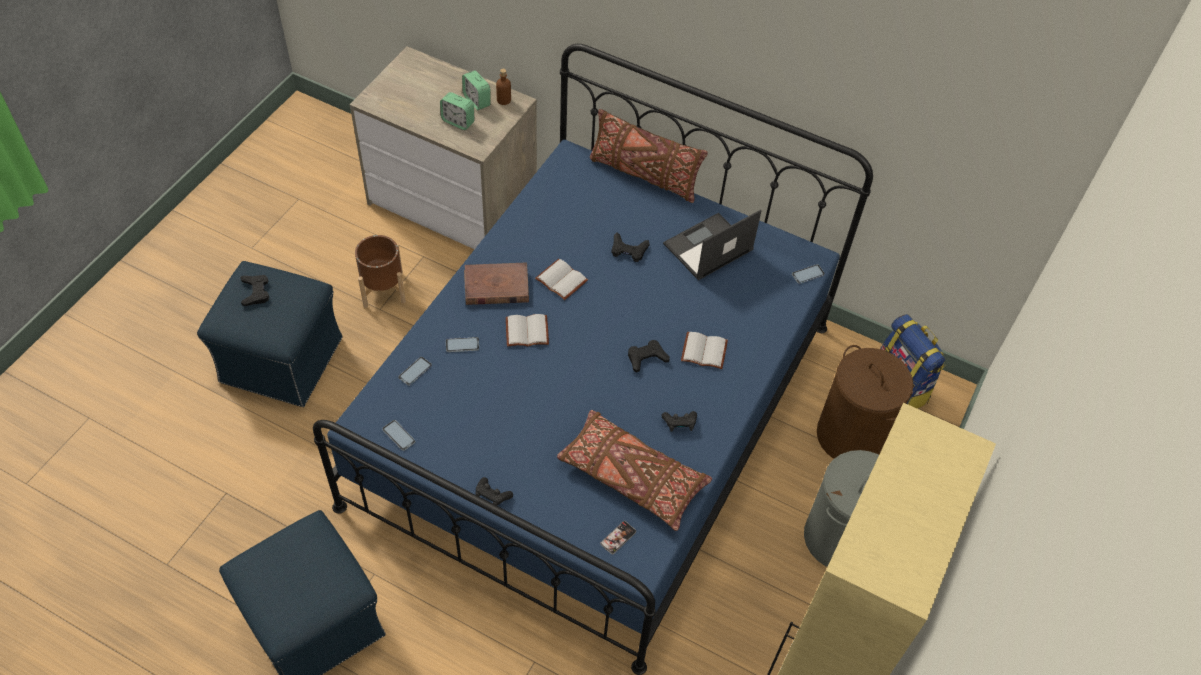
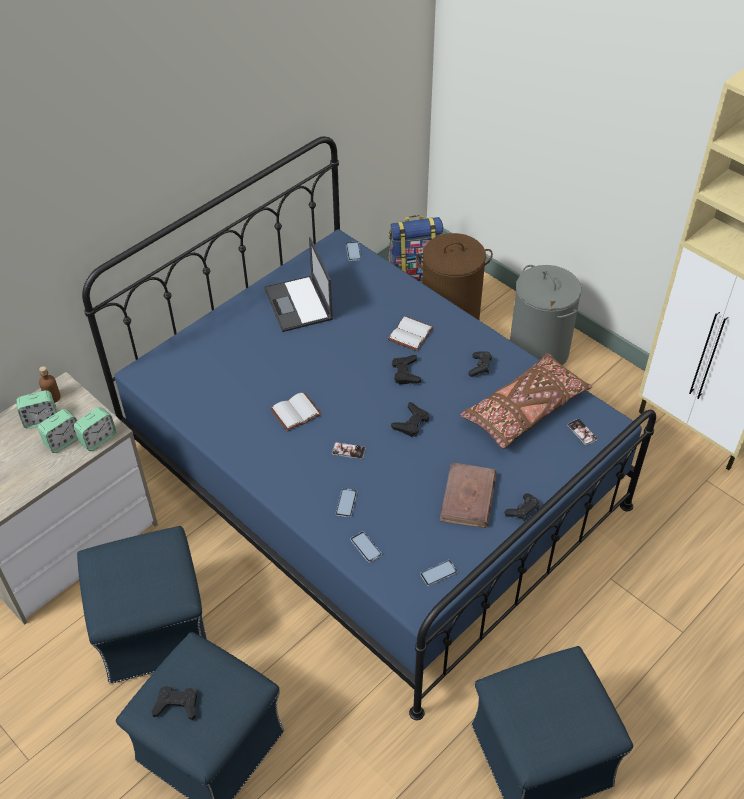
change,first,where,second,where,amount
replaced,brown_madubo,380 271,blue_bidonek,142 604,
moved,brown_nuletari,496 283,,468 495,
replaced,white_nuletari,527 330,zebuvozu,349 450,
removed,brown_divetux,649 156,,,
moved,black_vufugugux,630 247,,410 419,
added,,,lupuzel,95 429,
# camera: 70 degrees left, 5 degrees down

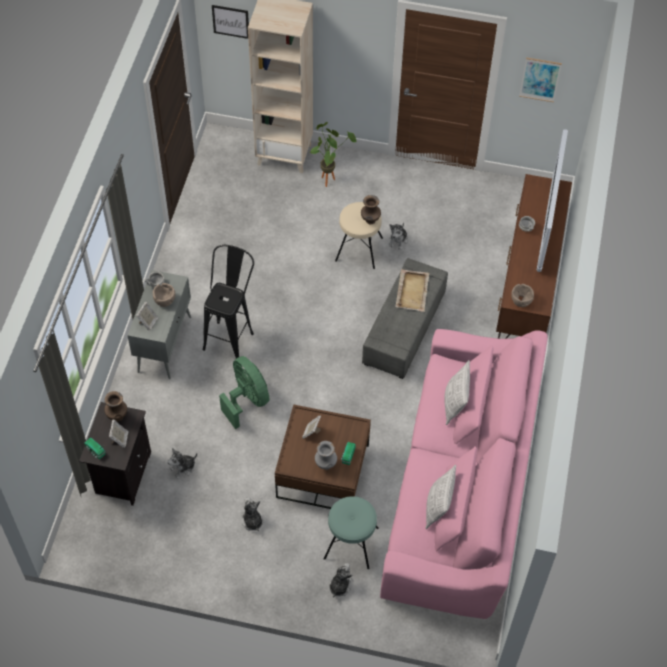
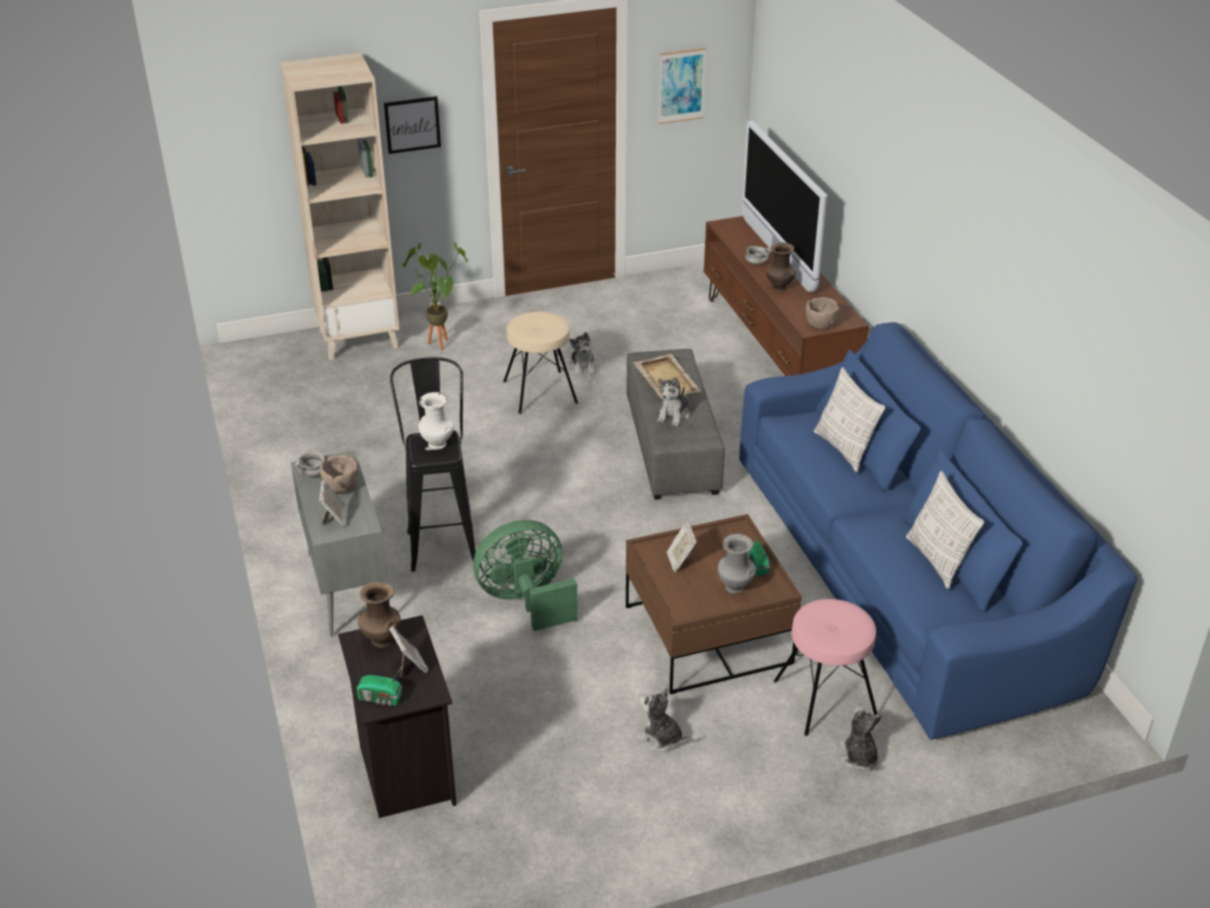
change,first,where,second,where,amount
moved,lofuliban,182 463,,673 401,
moved,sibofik,230 22,,412 125,
turned,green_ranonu,244 392,,525 575,45 degrees counterclockwise
recoloured,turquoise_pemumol,351 532,pink_pemumol,825 667,
moved,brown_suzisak,371 210,,781 266,
recoloured,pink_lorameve,464 474,blue_lorameve,938 531,
added,,,white_suzisak,436 420,
# camera: 30 degrees left, 20 degrees down

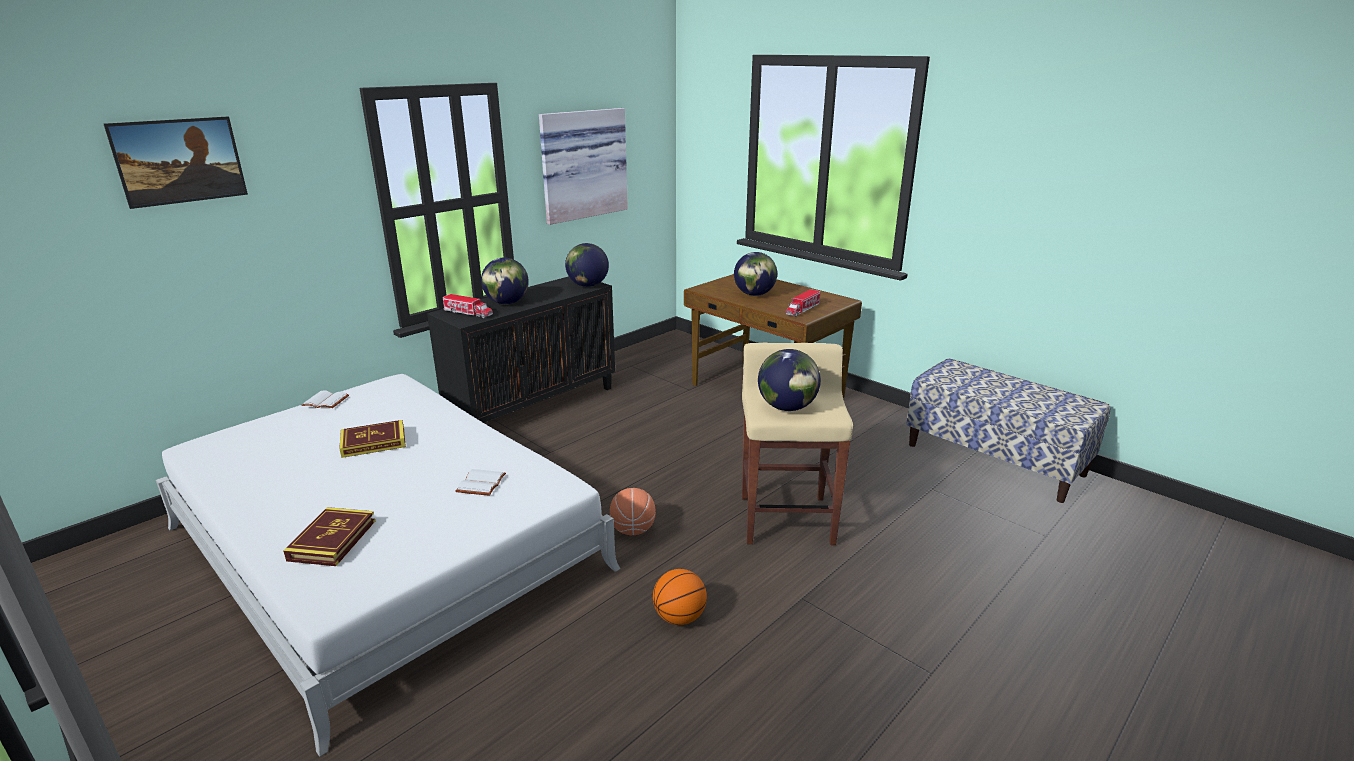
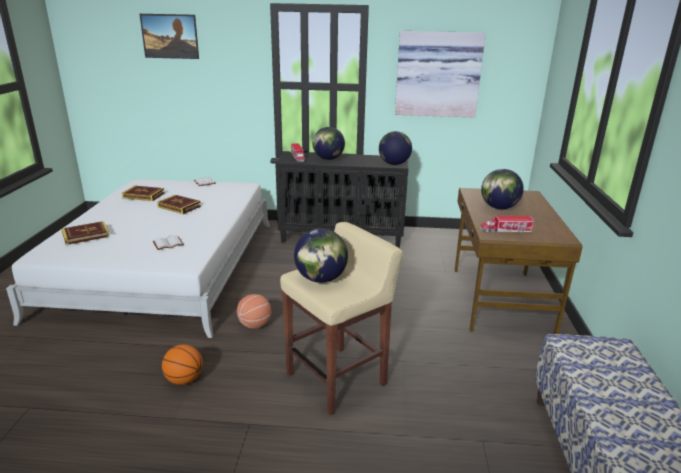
change,first,where,second,where,amount
added,,,nuletari,143 193,
# camera: 50 degrees right, 0 degrees up

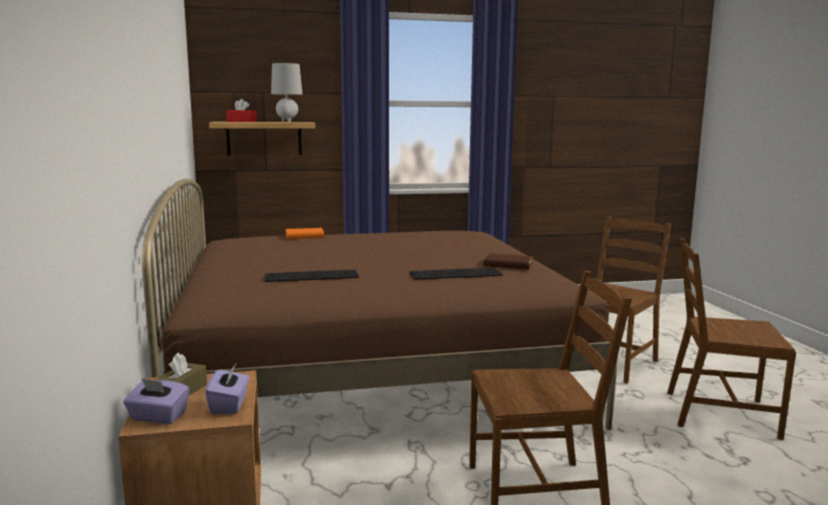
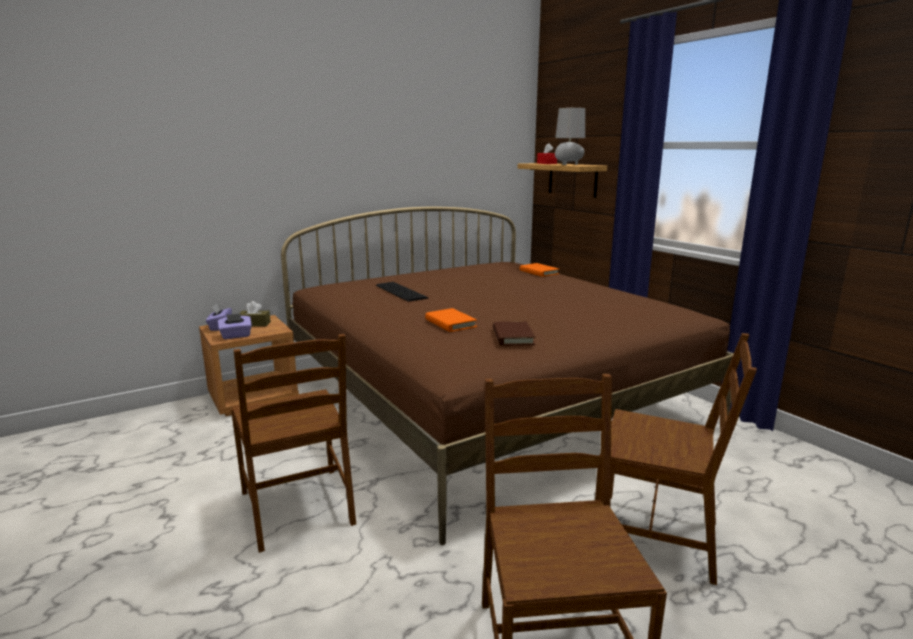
change,first,where,second,where,amount
replaced,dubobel,456 274,orange_nuletari,451 320,
# camera: 70 degrees right, 5 degrees up

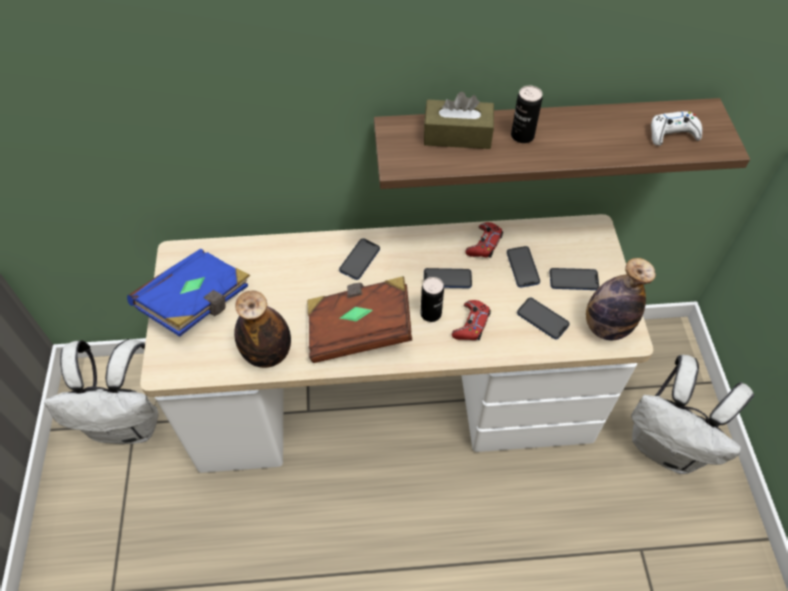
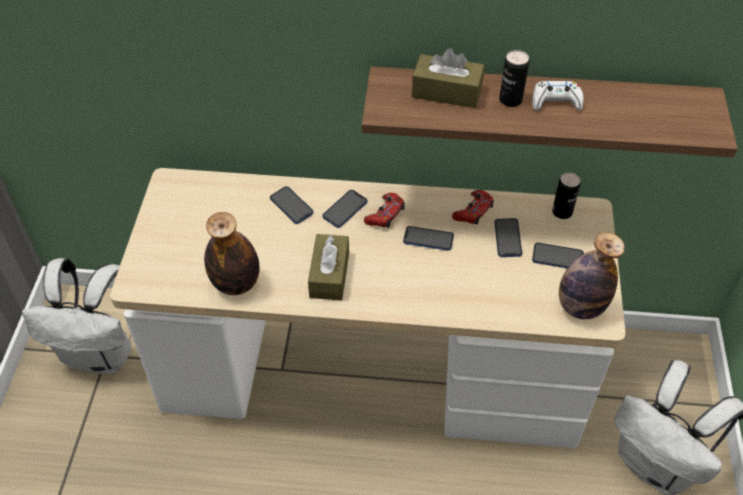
change,first,where,second,where,amount
removed,blue_nuletari,188 293,,,
replaced,brown_nuletari,359 319,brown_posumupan,328 267,
moved,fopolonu,432 299,,566 195,
moved,red_vufugugux,471 320,,384 210,
moved,zebuvozu,543 318,,292 205,
moved,white_vufugugux,676 128,,558 96,
# camera: 10 degrees right, 5 degrees down

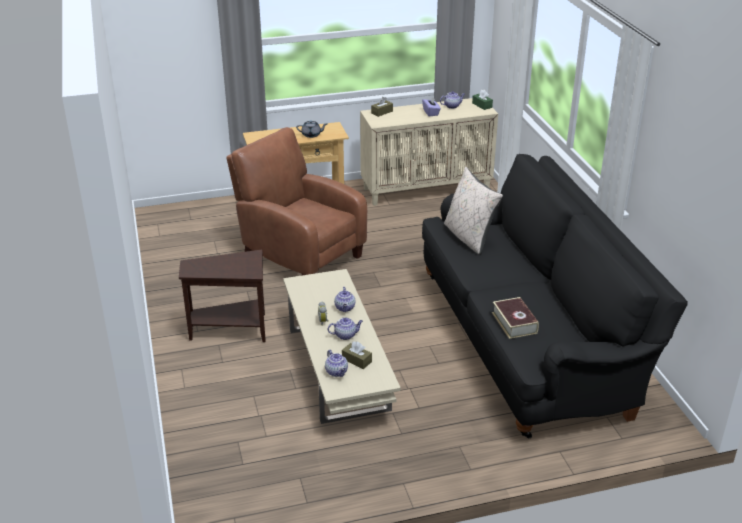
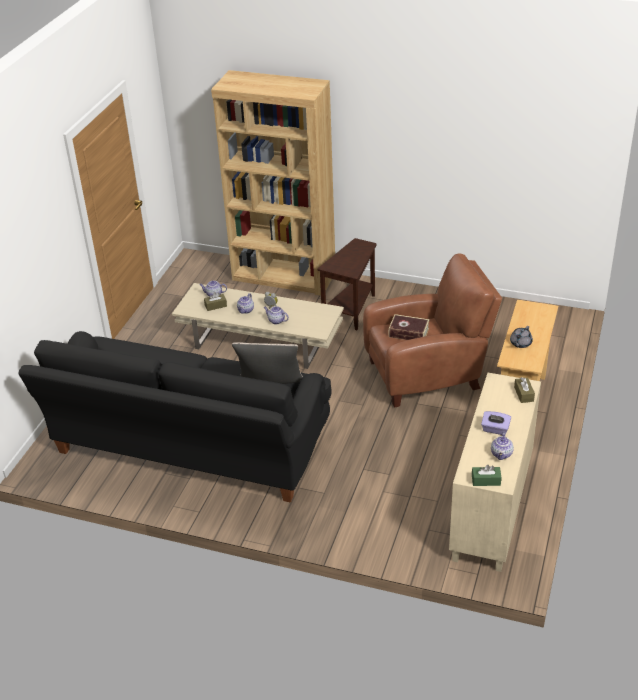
change,first,where,second,where,amount
moved,nuletari,515 318,,409 327,
added,,,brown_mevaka,273 183,
# camera: 125 degrees right, 5 degrees up

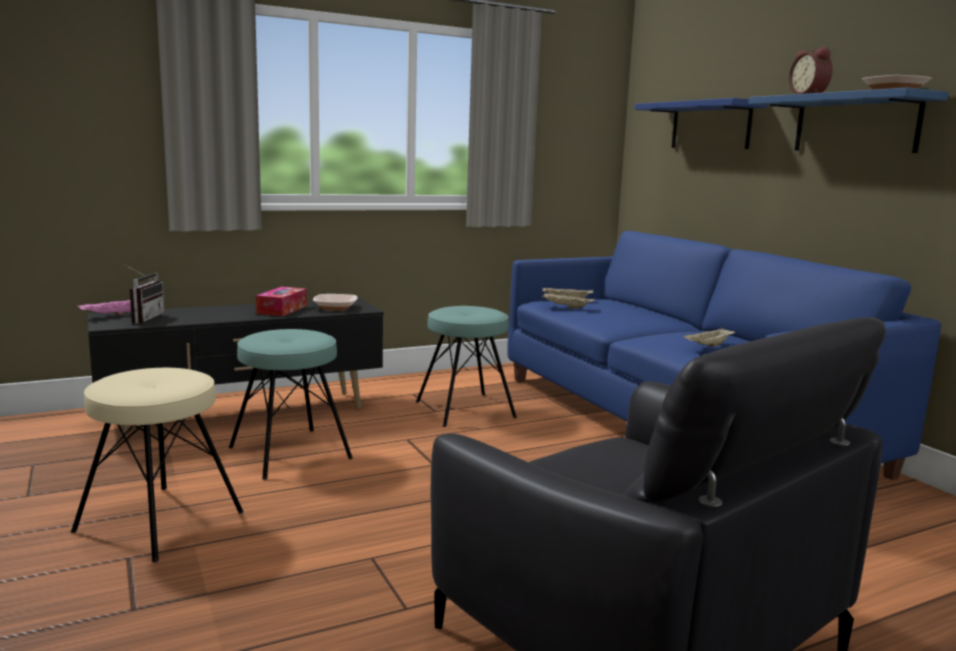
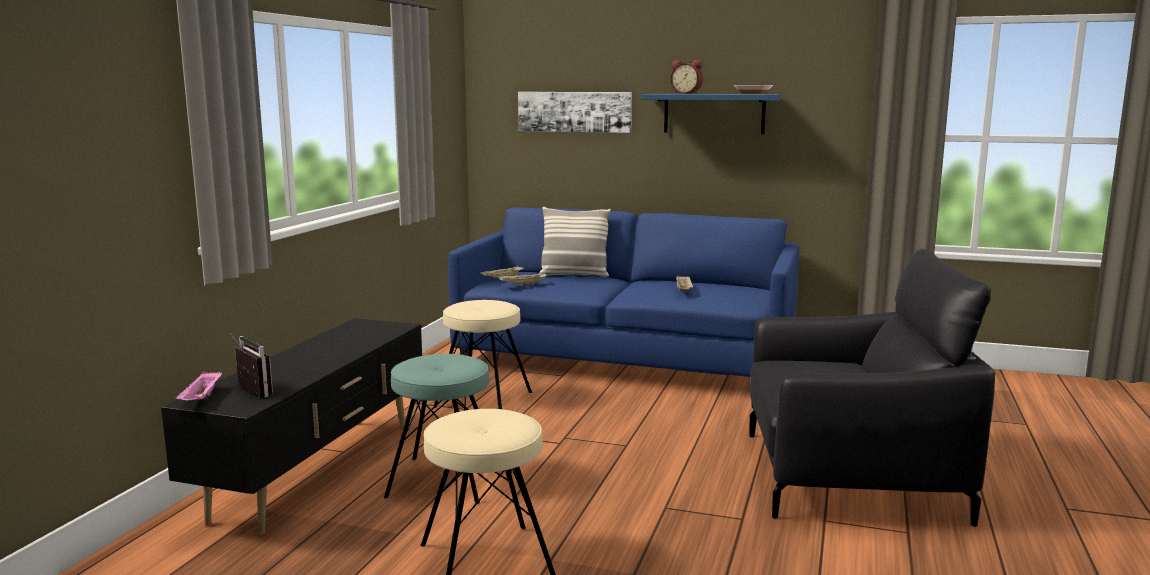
change,first,where,second,where,amount
removed,posumupan,281 301,,,
removed,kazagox,335 302,,,
recoloured,turquoise_pemumol,466 366,beige_pemumol,482 354,
replaced,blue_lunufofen,701 123,sibofik,575 112,
added,,,divetux,575 242,
# camera: 45 degrees left, 0 degrees up

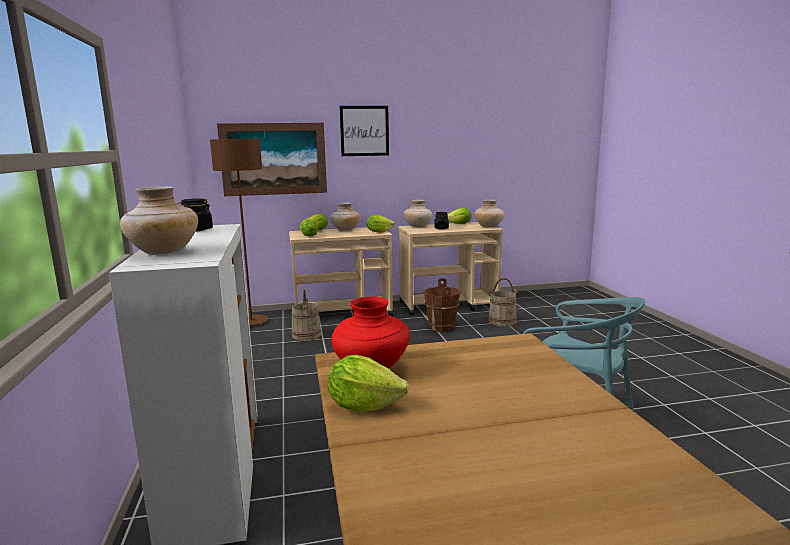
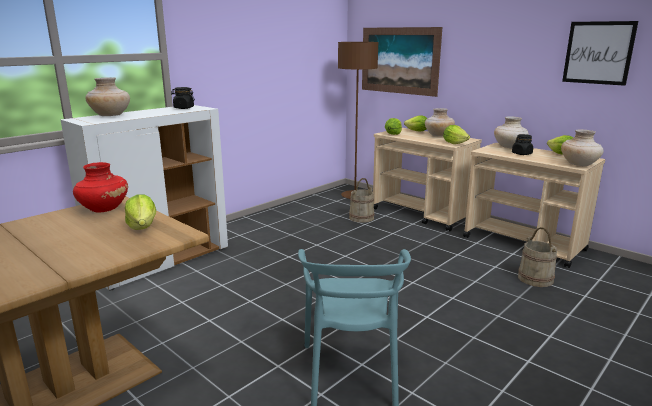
change,first,where,second,where,amount
moved,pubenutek,368 383,,140 212,
moved,sibofik,364 131,,600 53,
removed,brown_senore,442 305,,,
# camera: 55 degrees right, 5 degrees up

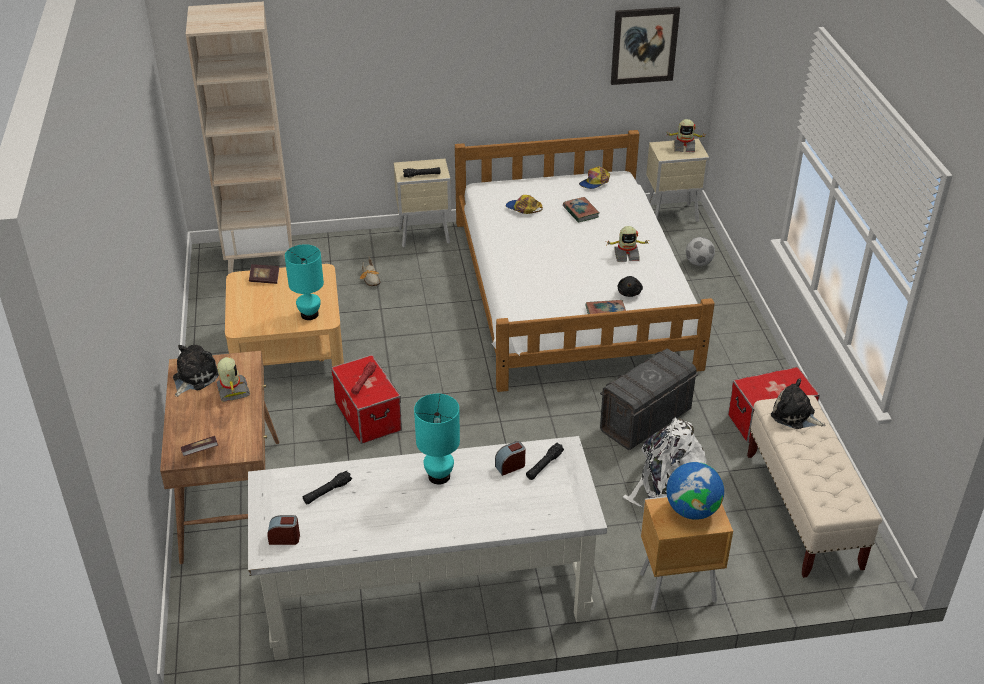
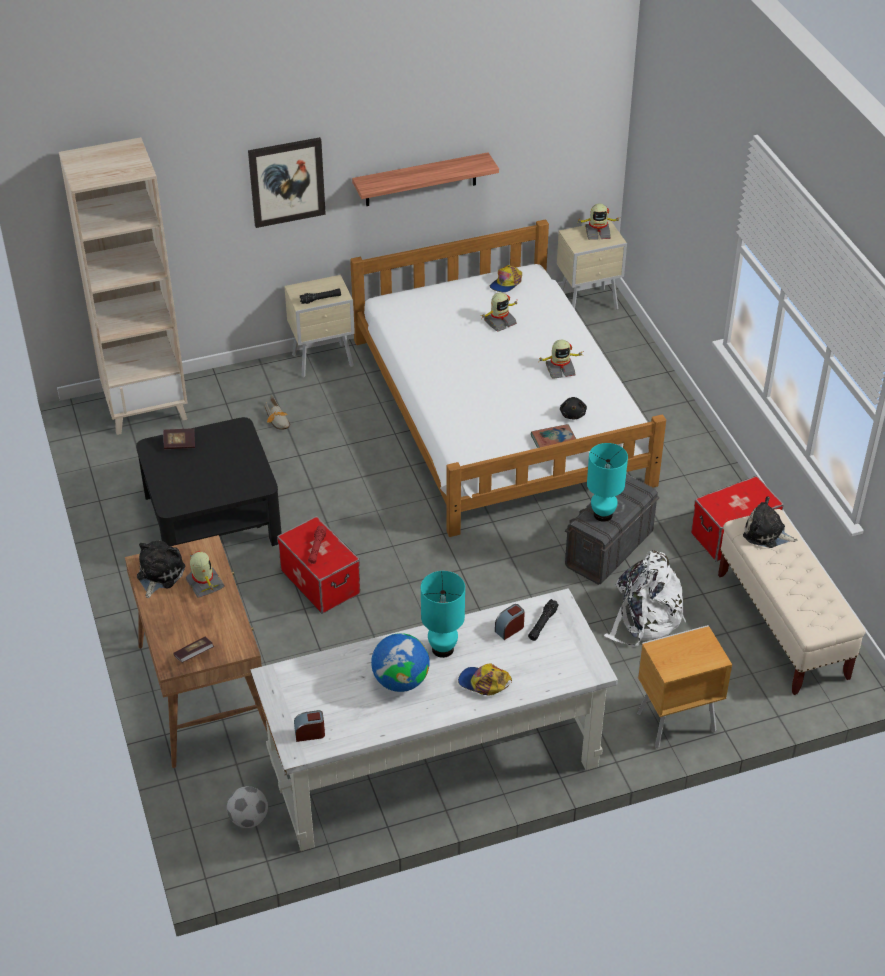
change,first,where,second,where,amount
recoloured,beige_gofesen,284 315,black_gofesen,209 481,
moved,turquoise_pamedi,304 282,,607 482,
removed,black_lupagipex,327 487,,,
moved,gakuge,524 204,,485 679,
replaced,nuletari,581 210,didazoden,500 312,
moved,sibofik,645 46,,287 182,
moved,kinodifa,695 491,,400 662,
moved,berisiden,700 251,,247 807,
added,,,lunufofen,425 179,
# camera: 10 degrees left, 5 degrees up

